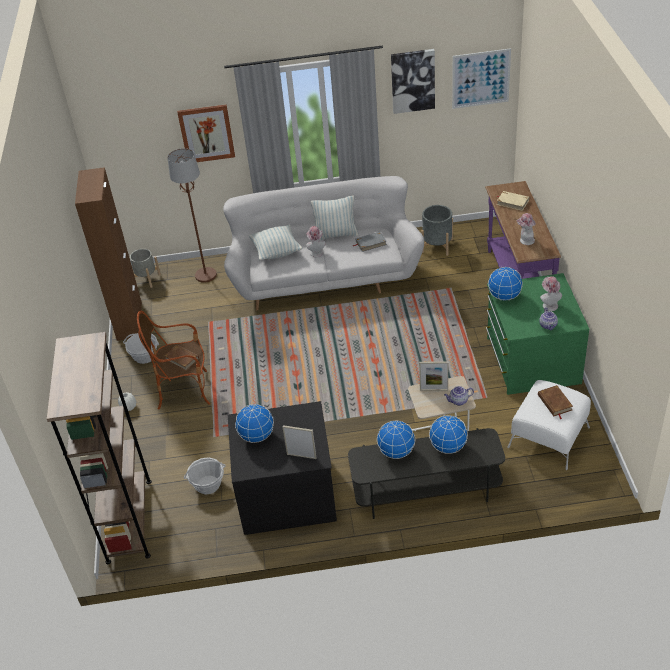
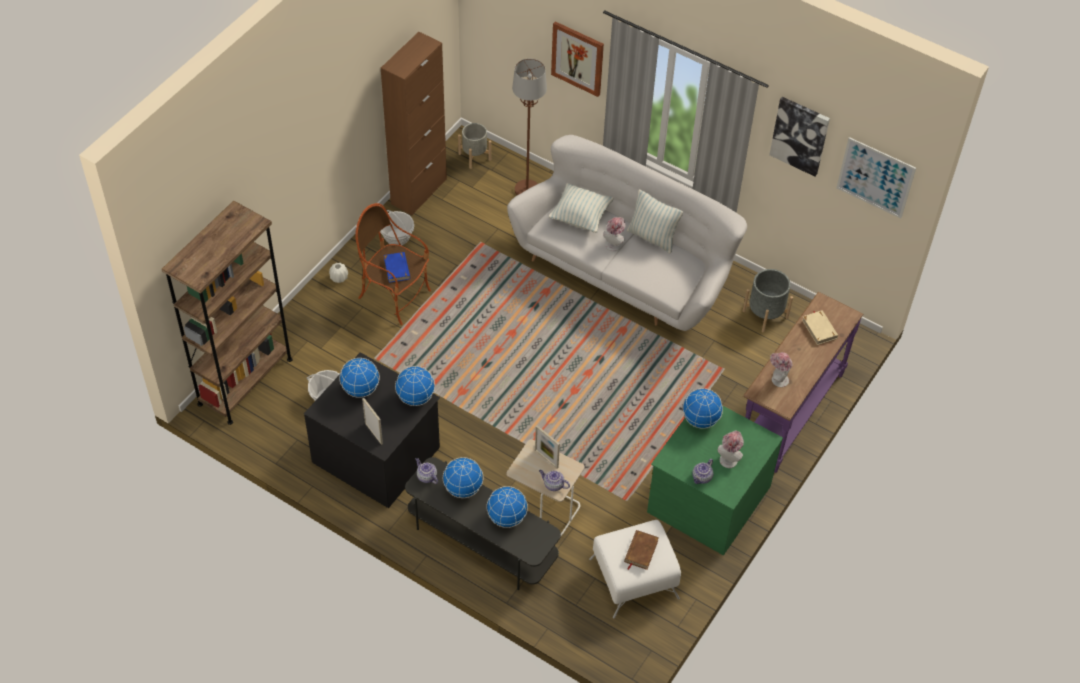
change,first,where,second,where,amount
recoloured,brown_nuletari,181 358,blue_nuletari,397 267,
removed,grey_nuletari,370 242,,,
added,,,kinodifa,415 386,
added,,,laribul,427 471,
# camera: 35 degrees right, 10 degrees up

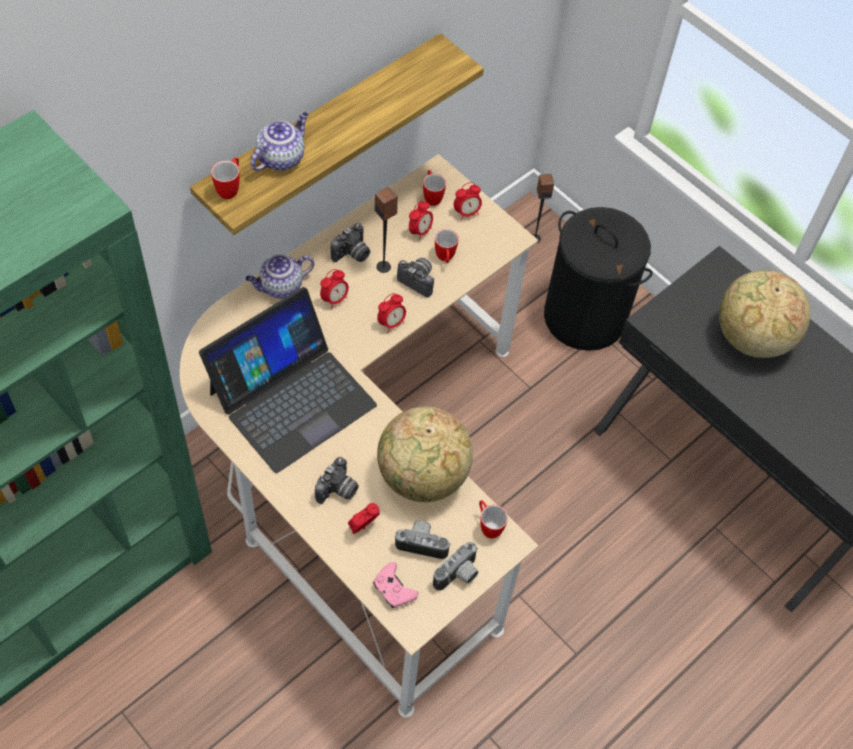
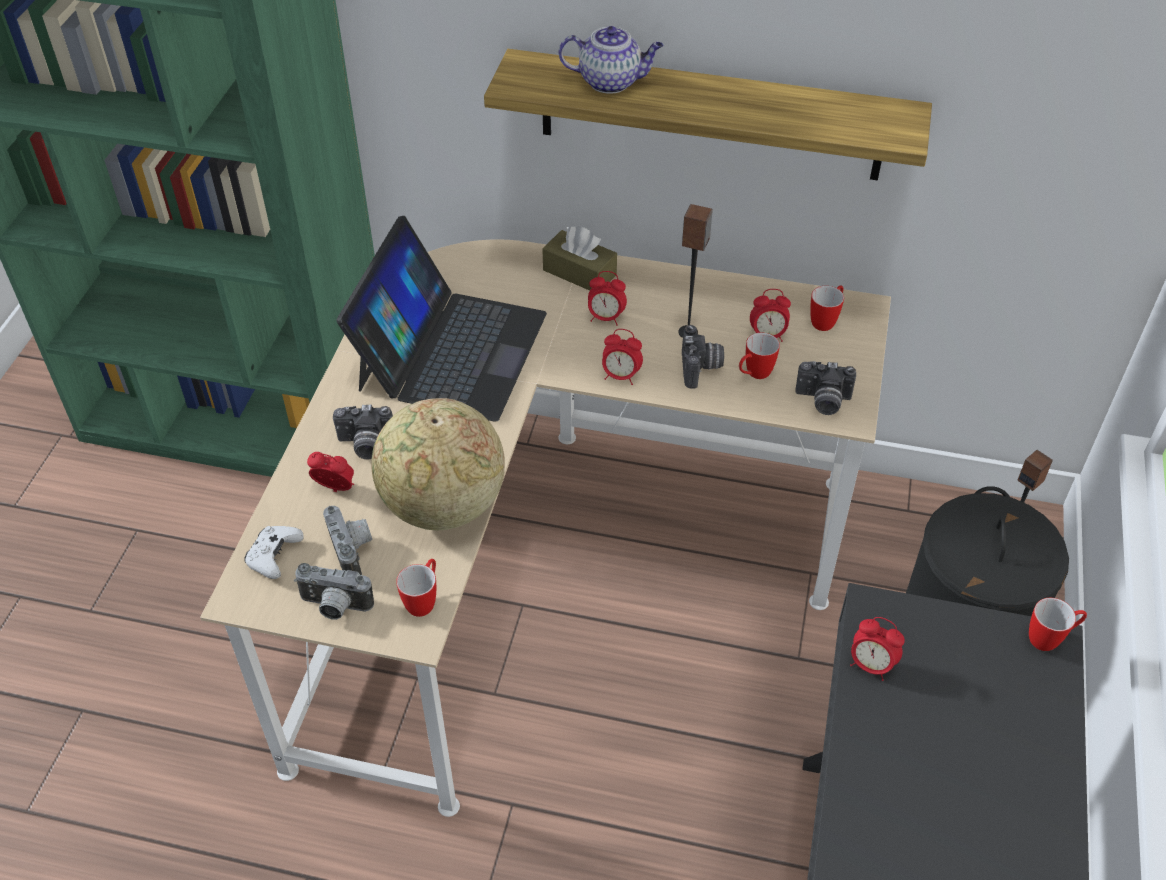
change,first,where,second,where,amount
turned,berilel,288 380,,441 319,90 degrees counterclockwise
moved,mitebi,225 178,,1058 624,
replaced,laribul,280 276,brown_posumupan,579 258,
moved,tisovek,350 242,,825 388,
recoloured,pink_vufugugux,395 585,white_vufugugux,274 552,
moved,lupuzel,468 201,,877 649,
removed,kinodifa,764 314,,,
# camera: 60 degrees right, 10 degrees down

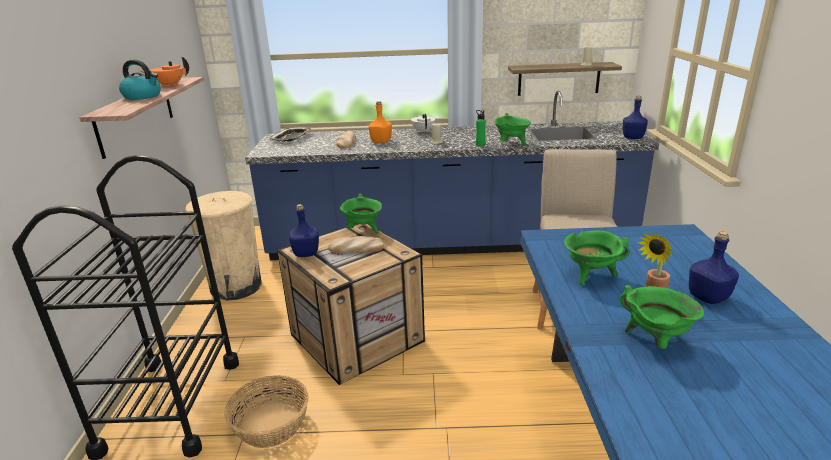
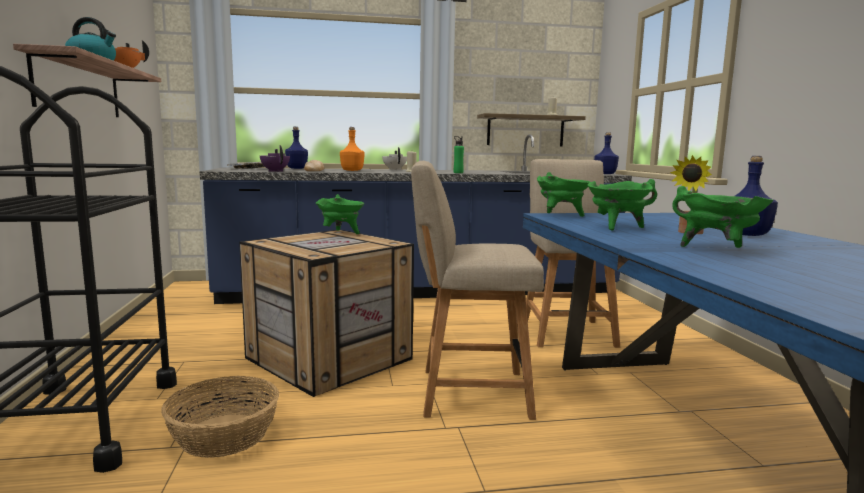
change,first,where,second,where,amount
removed,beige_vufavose,223 246,,,
moved,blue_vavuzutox,304 230,,296 148,
removed,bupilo,356 245,,,
moved,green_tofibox,512 129,,564 194,
added,,,purple_laribul,275 158,
added,,,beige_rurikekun,477 290,
# camera: 10 degrees left, 15 degrees down

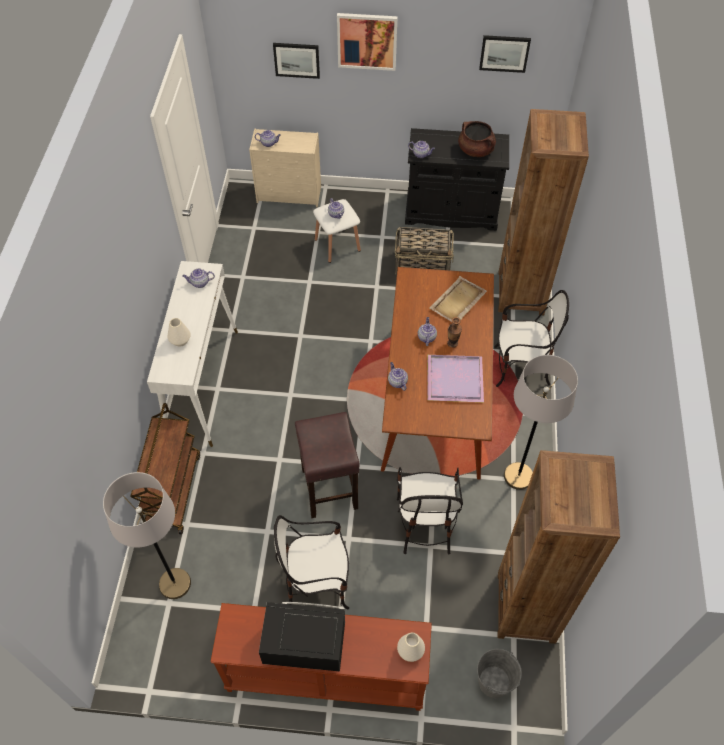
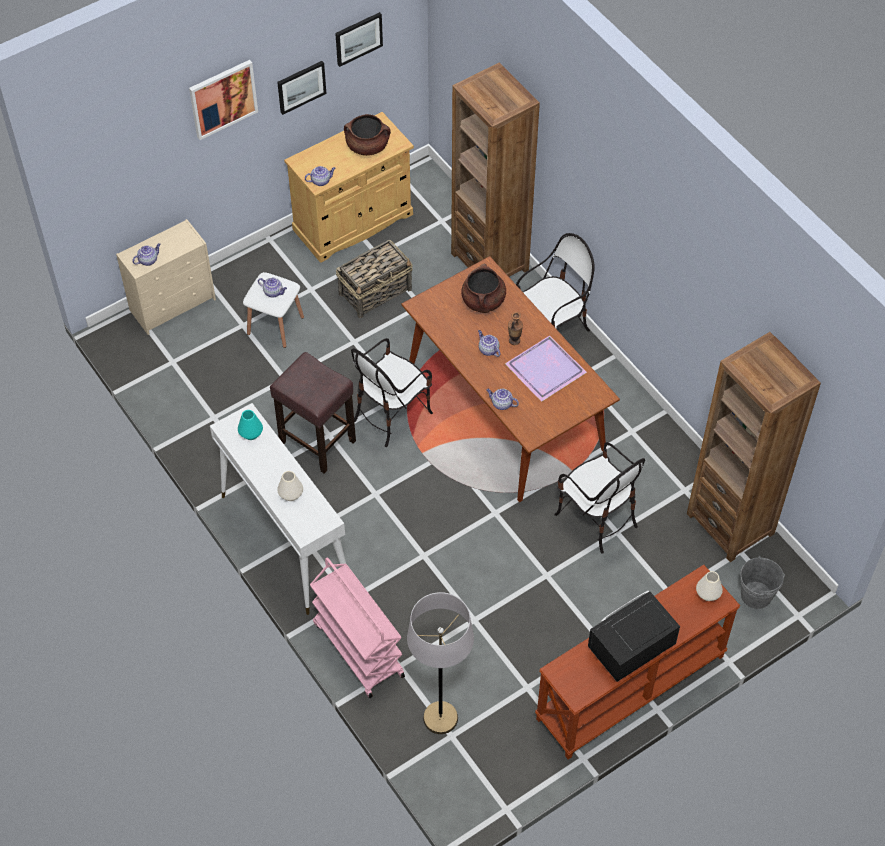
change,first,where,second,where,amount
recoloured,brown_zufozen,165 469,pink_zufozen,357 627,
replaced,laribul,198 278,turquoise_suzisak,250 425,
moved,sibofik,296 61,,301 88,
moved,rurikekun,311 562,,392 392,
moved,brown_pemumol,327 465,,313 413,
recoloured,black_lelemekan,457 179,beige_lelemekan,349 187,
replaced,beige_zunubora,458 299,brown_tofibox,483 288,
removed,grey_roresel,541 422,,,
# camera: 40 degrees left, 0 degrees up

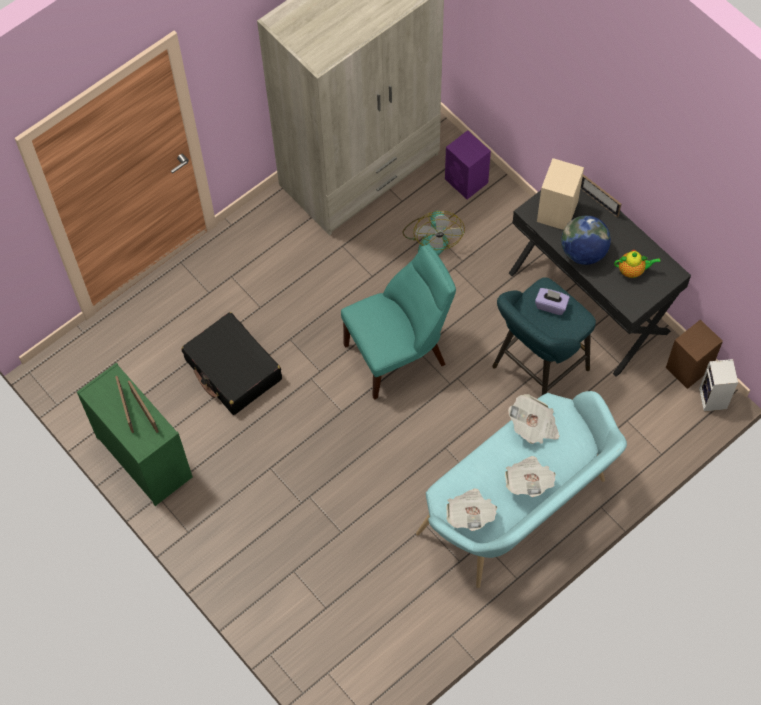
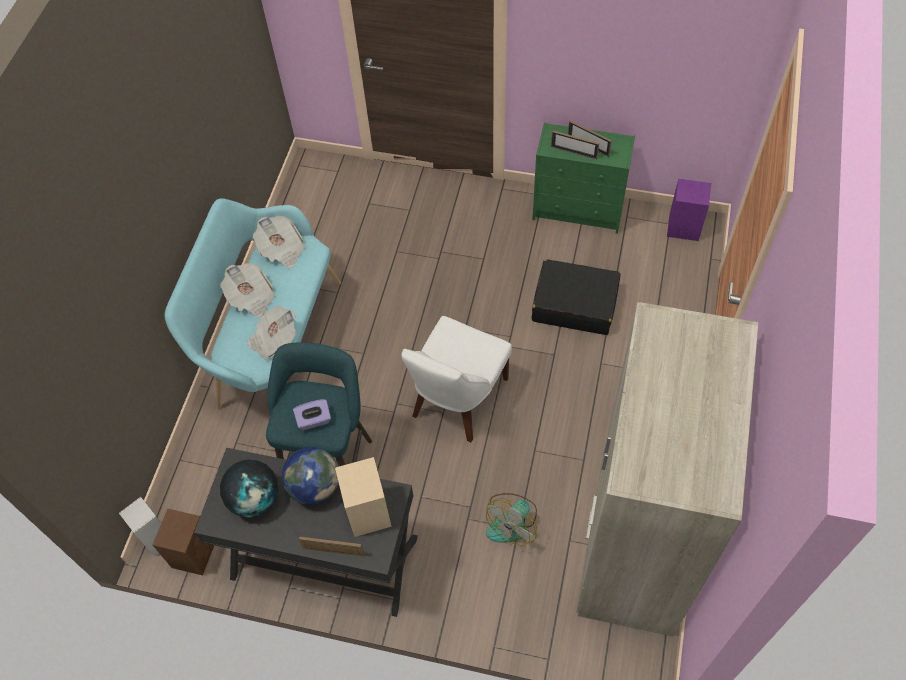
change,first,where,second,where,amount
recoloured,turquoise_rurikekun,398 322,white_rurikekun,456 379,
turned,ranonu,434 233,,511 519,105 degrees counterclockwise
moved,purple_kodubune,468 164,,689 210,
replaced,laribul,637 264,kinodifa,249 489,
# camera: 145 degrees right, 5 degrees down

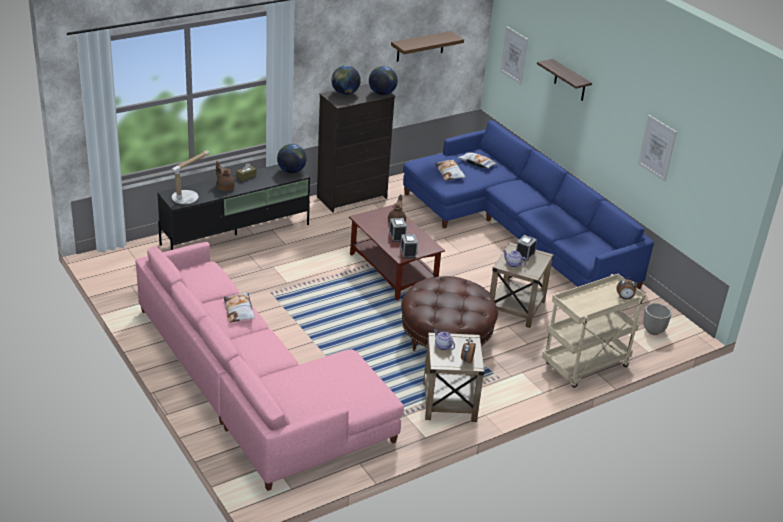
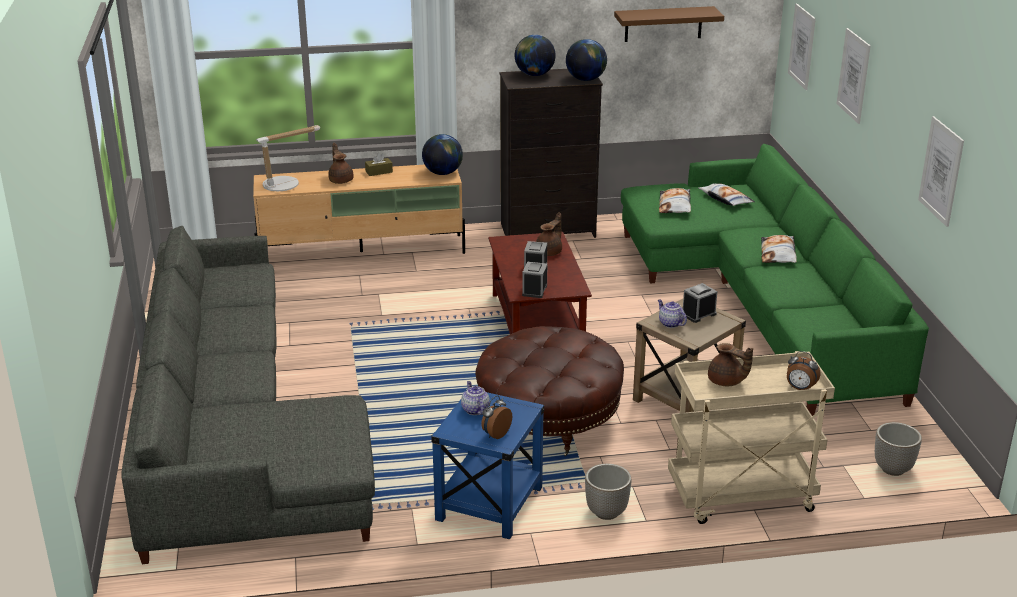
change,first,where,second,where,amount
recoloured,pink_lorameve,269 366,grey_lorameve,248 395,
recoloured,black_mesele,233 207,beige_mesele,359 209,
moved,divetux,239 307,,779 249,
recoloured,blue_lorameve,528 204,green_lorameve,775 280,
recoloured,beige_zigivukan,454 377,blue_zigivukan,487 465,
replaced,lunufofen,564 80,sibofik,853 76,
added,,,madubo,608 492,
added,,,brown_laribul,730 364,
# camera: 25 degrees right, 5 degrees down

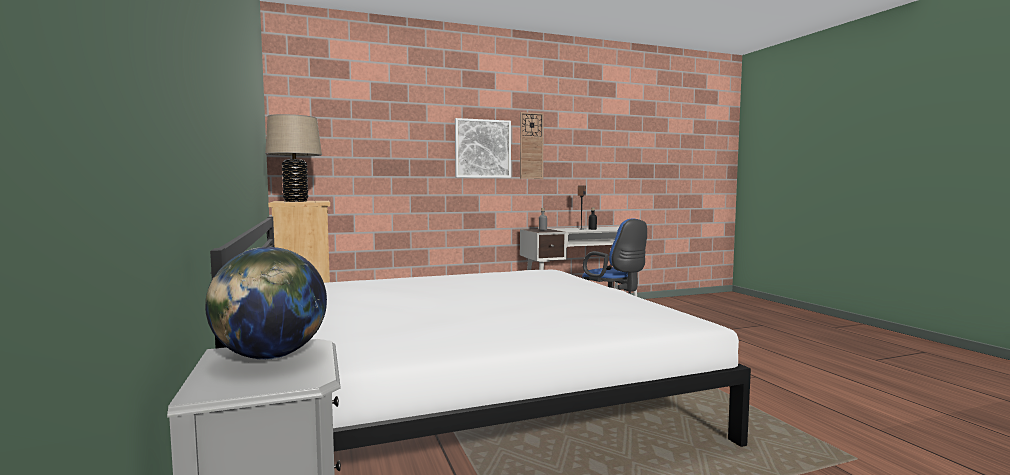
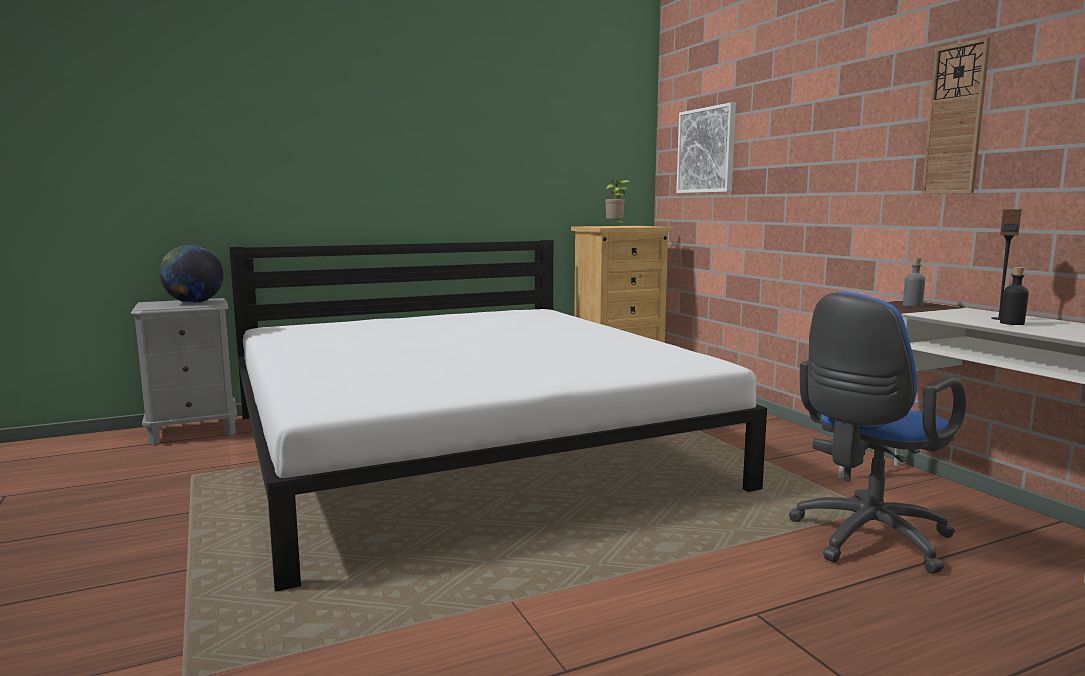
change,first,where,second,where,amount
replaced,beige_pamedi,293 158,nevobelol,617 201,
moved,sibofik,483 148,,706 147,
# camera: 85 degrees right, 5 degrees up

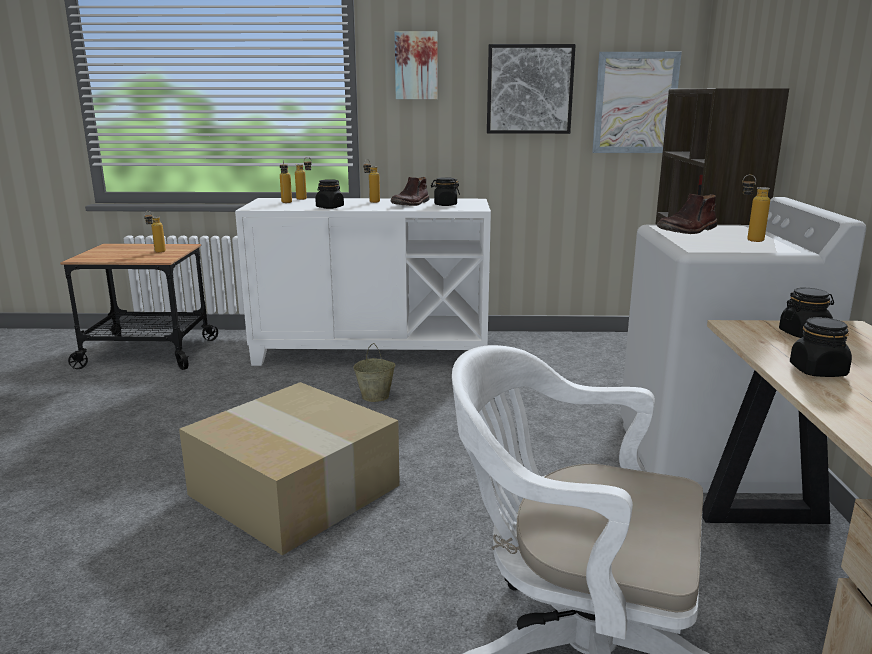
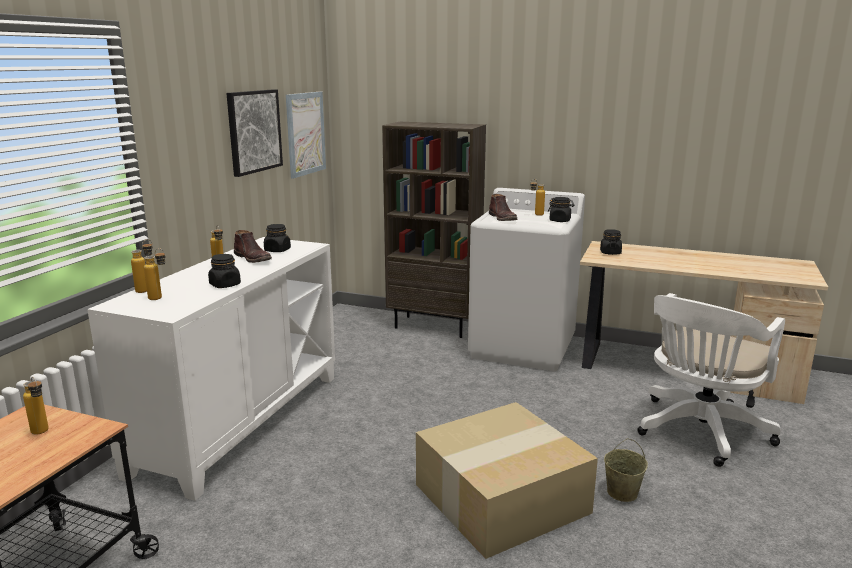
change,first,where,second,where,amount
moved,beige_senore,374 372,,626 470,
removed,sibofik,416 65,,,
moved,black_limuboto,821 347,,561 209,
# camera: 70 degrees left, 0 degrees up

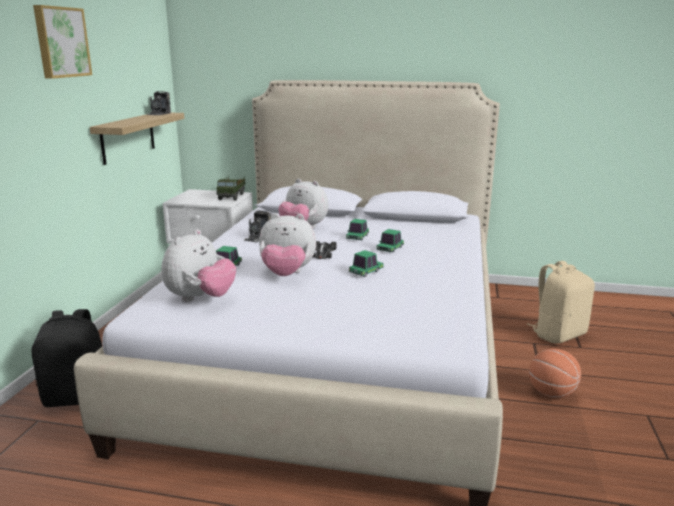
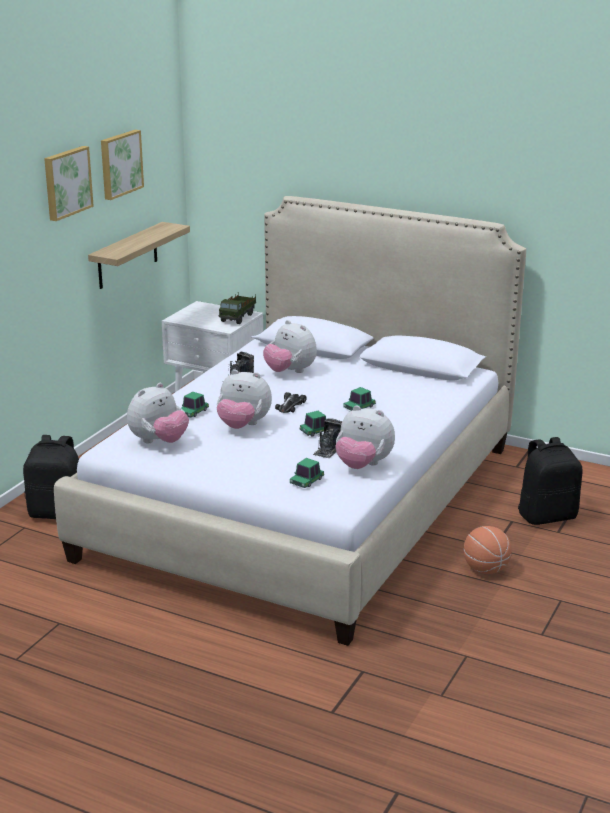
change,first,where,second,where,amount
moved,tisovek,159 103,,327 438,
moved,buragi,357 229,,307 473,
recoloured,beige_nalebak,561 302,black_nalebak,550 481,
added,,,sibofik,122 165,
added,,,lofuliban,365 437,
# camera: 15 degrees right, 5 degrees up

